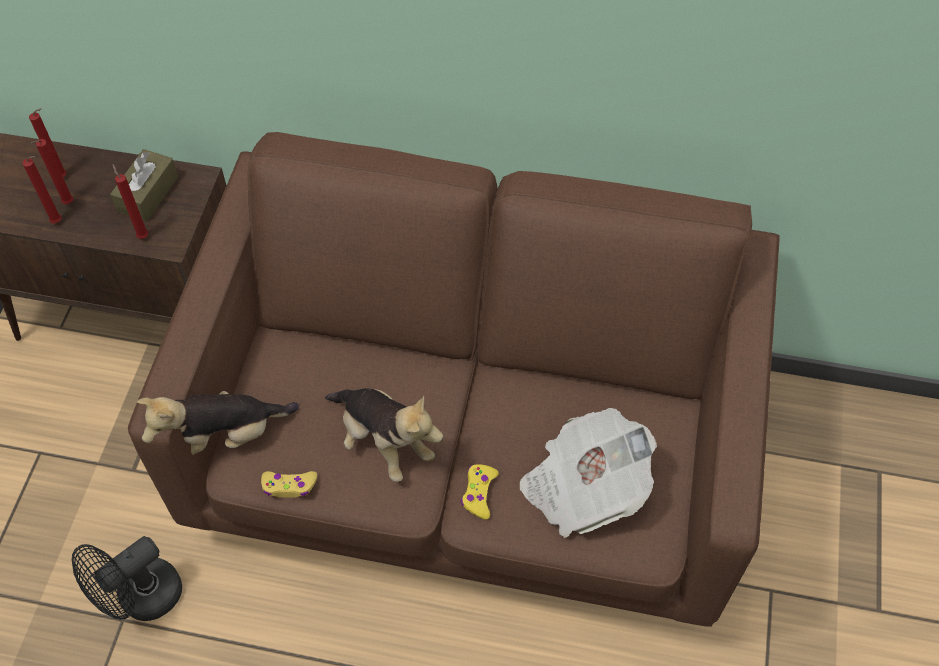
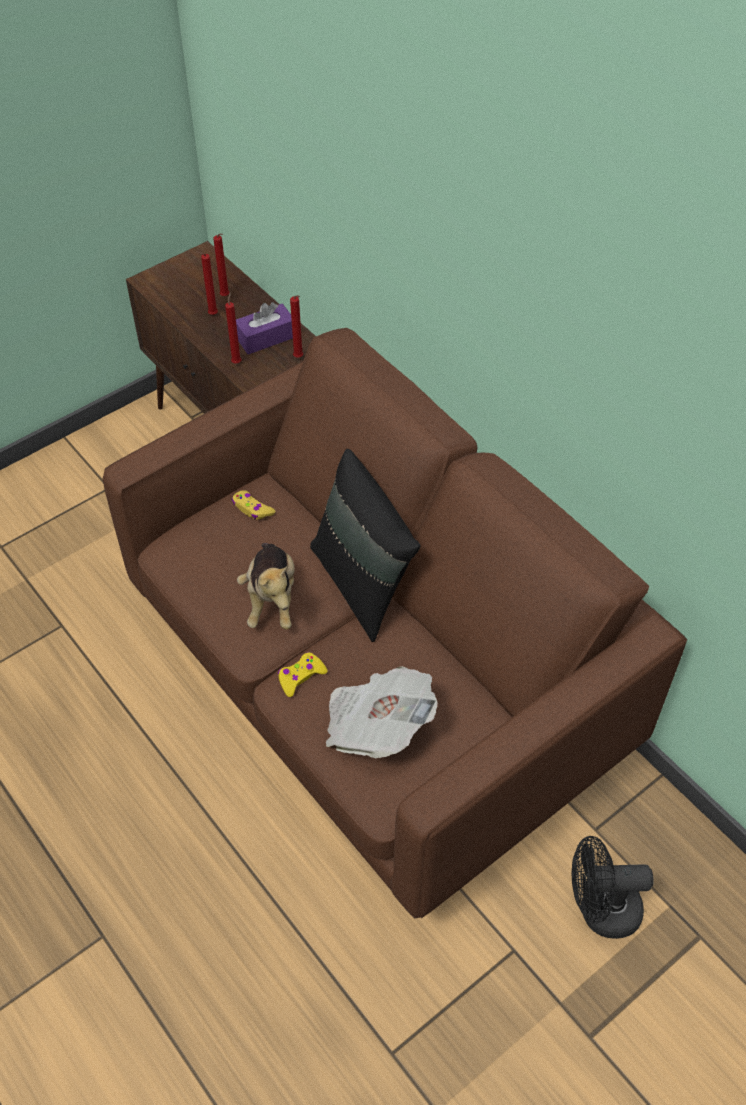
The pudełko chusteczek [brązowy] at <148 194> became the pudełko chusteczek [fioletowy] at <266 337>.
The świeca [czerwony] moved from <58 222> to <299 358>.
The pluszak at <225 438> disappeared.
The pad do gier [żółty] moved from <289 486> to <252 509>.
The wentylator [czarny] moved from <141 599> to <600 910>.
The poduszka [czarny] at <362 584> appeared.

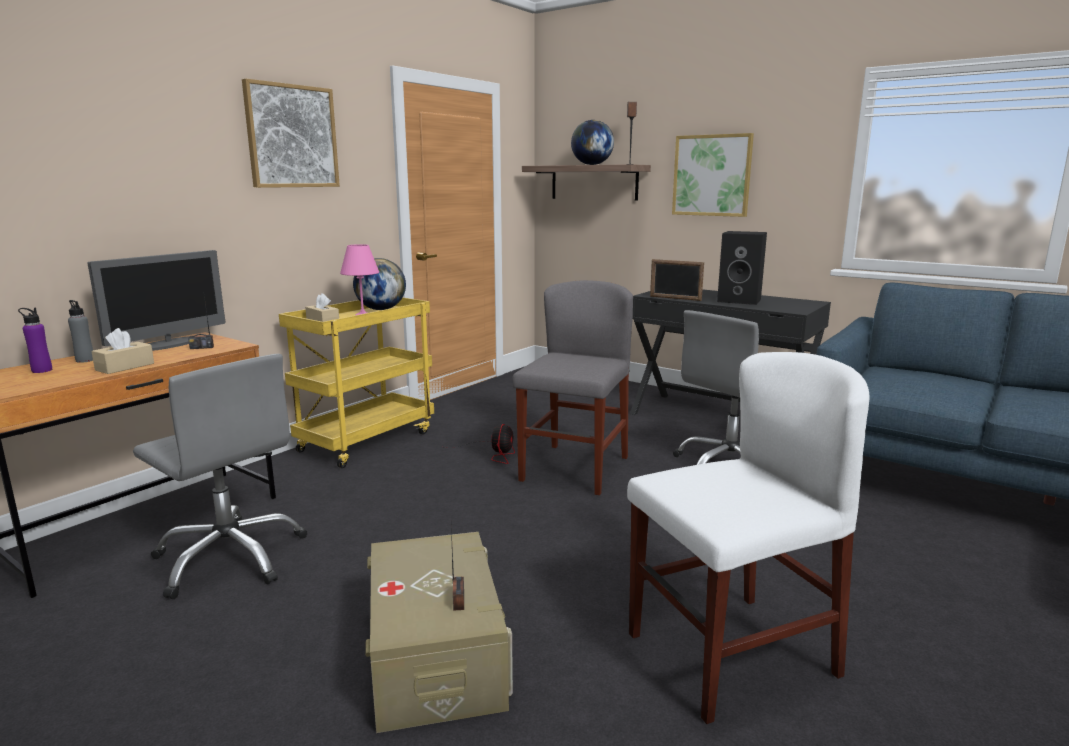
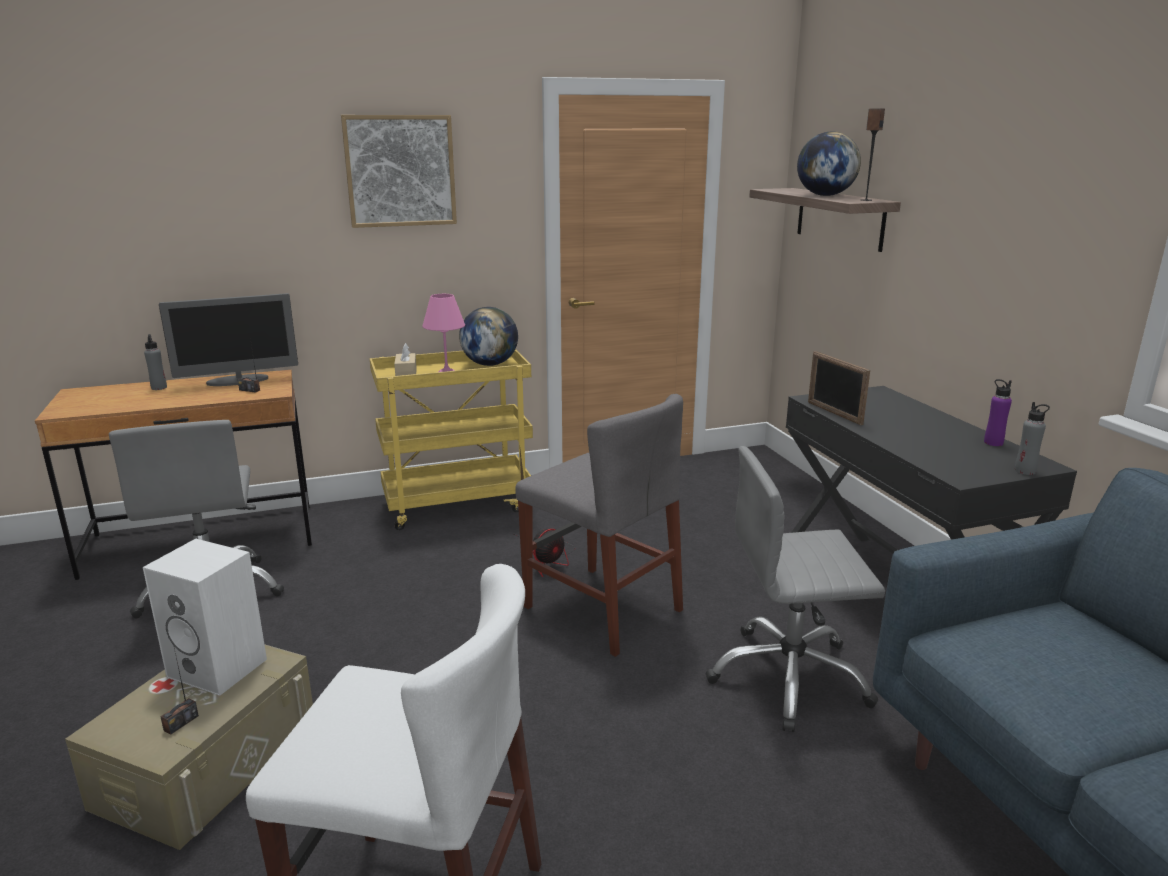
The obraz at <712 175> disappeared.
The głośnik [czarny] at <740 300> disappeared.
The krzesło [szary] at <574 469> turned 75 degrees clockwise.
The butelka [fioletowy] moved from <42 370> to <993 443>.
The pudełko chusteczek [beżowy] at <125 367> disappeared.
The butelka [szary] at <1025 471> appeared.
The głośnik [biały] at <220 667> appeared.

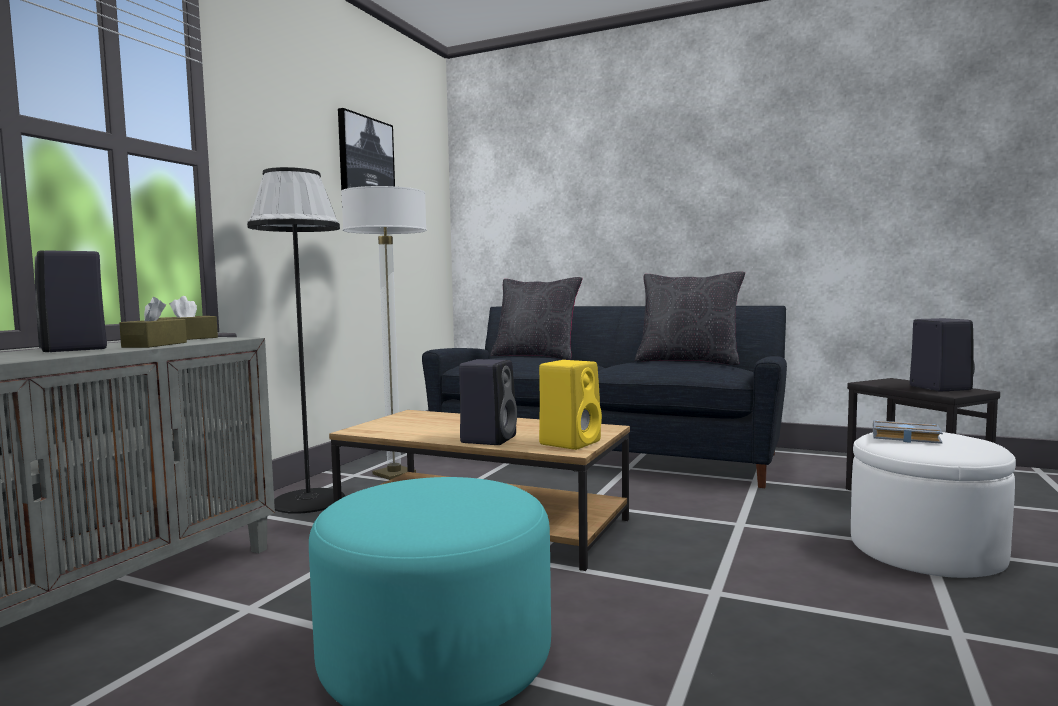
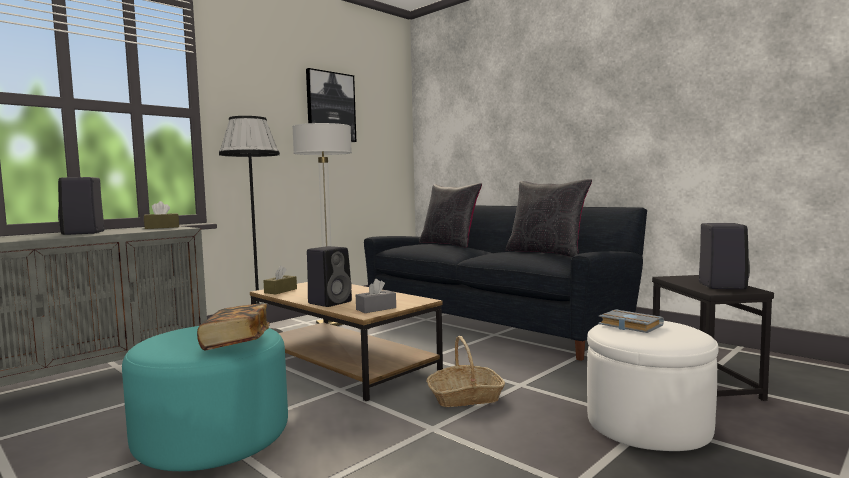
The pudełko chusteczek [brązowy] moved from <155 345> to <280 291>.
The głośnik [żółty] at <570 442> was replaced by the pudełko chusteczek [szary] at <376 309>.
The książka at <236 342> appeared.
The koszyk at <465 397> appeared.

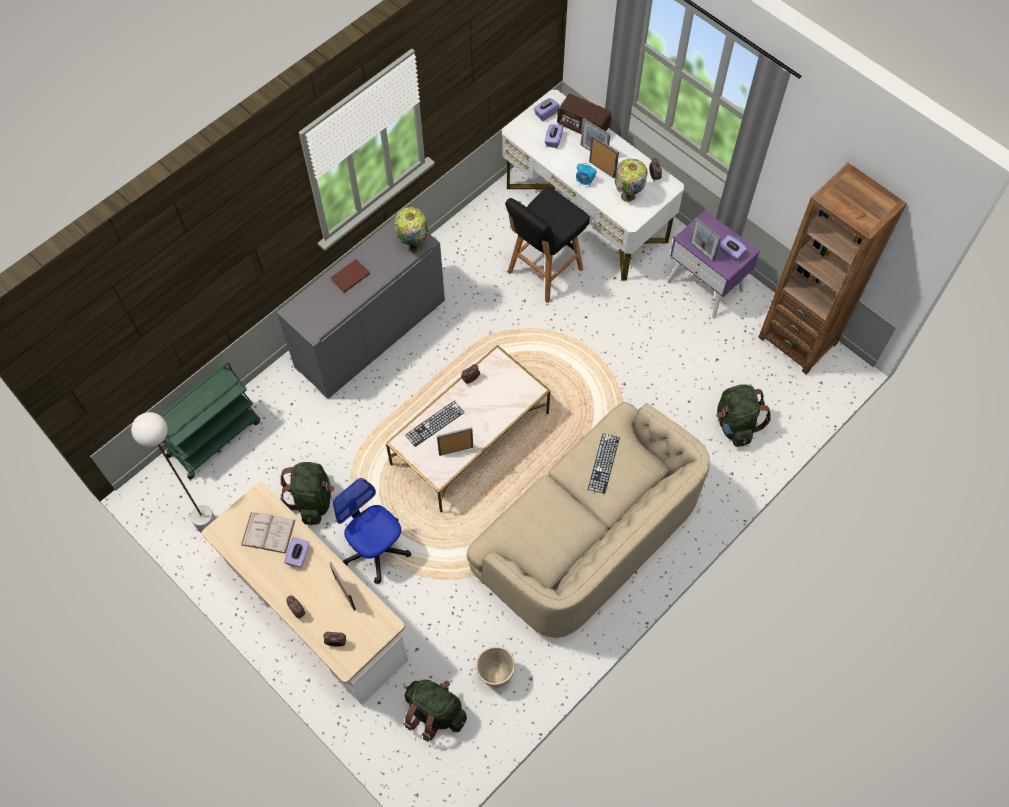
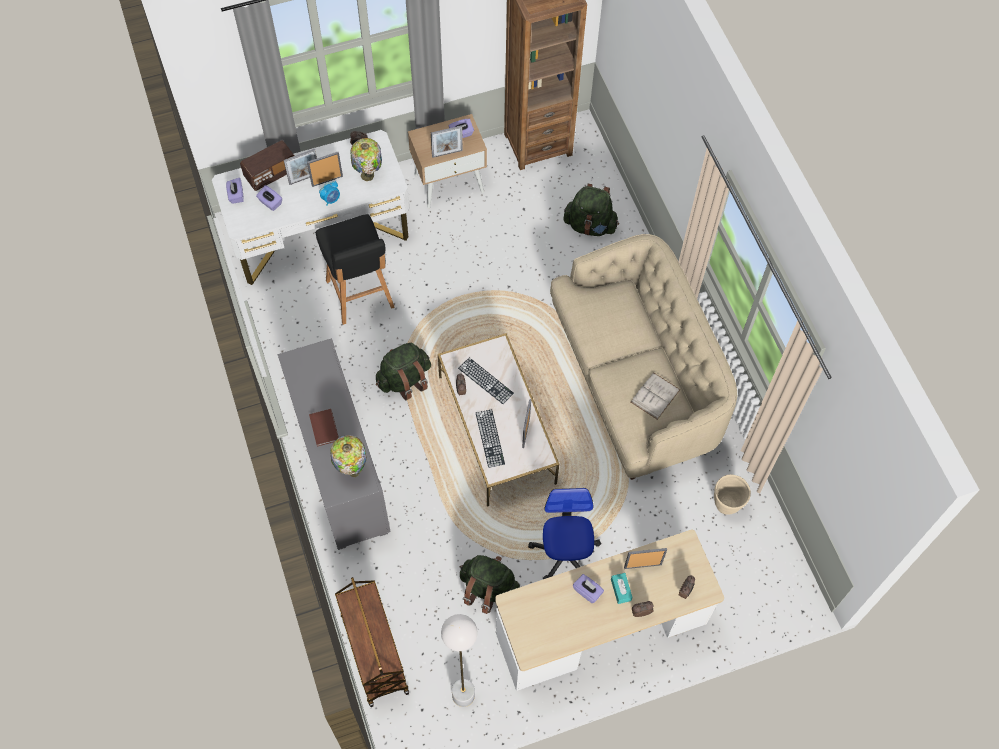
The lampa stołowa moved from <414 246> to <352 469>.
The szafka nocna [fioletowy] at <705 286> became the szafka nocna [beżowy] at <449 182>.
The wózek [zielony] at <214 437> became the wózek [brązowy] at <374 653>.
The klawiatura moved from <603 463> to <486 380>.
The krzesło biurowe at <375 549> turned 105 degrees clockwise.
The książka [biały] moved from <268 532> to <655 396>.
The plecak [zielony] moved from <434 712> to <404 380>.
The pudełko chusteczek [turkusowy] at <621 590> appeared.

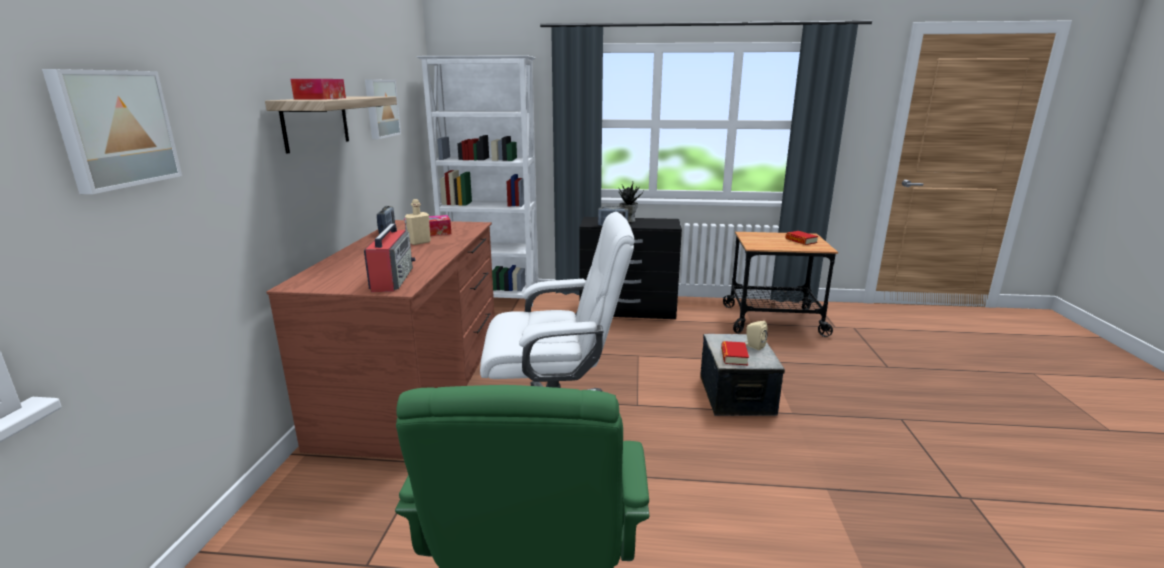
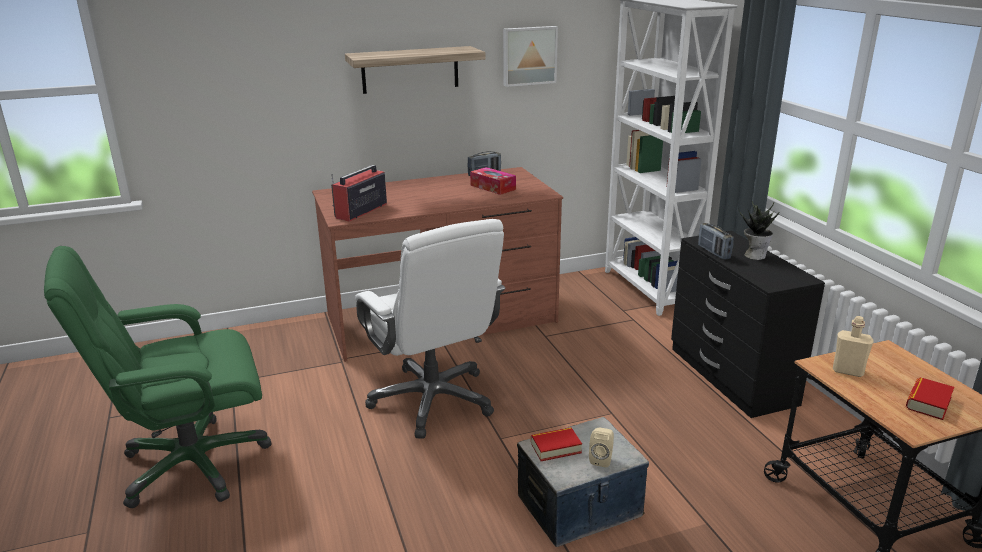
The obraz at <114 129> disappeared.
The pudełko chusteczek at <321 98> disappeared.
The butelka [beżowy] moved from <419 242> to <848 371>.
The radio at <392 279> turned 150 degrees clockwise.

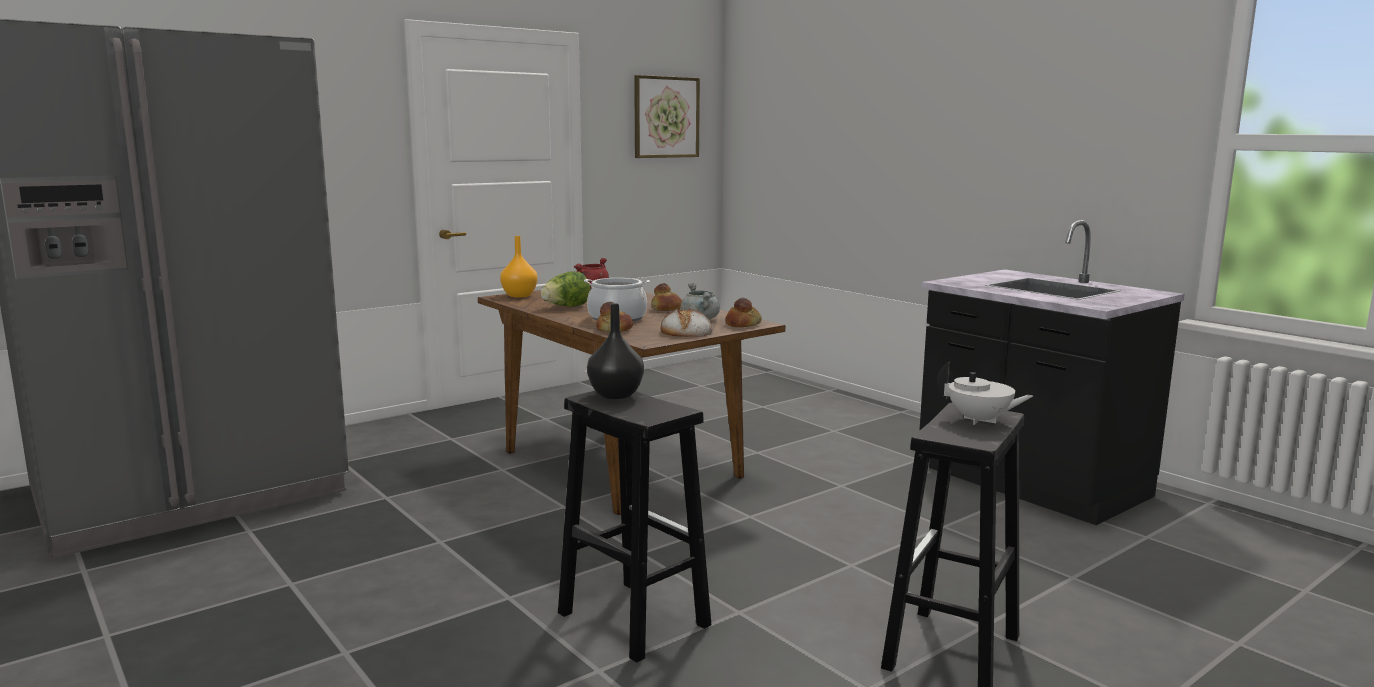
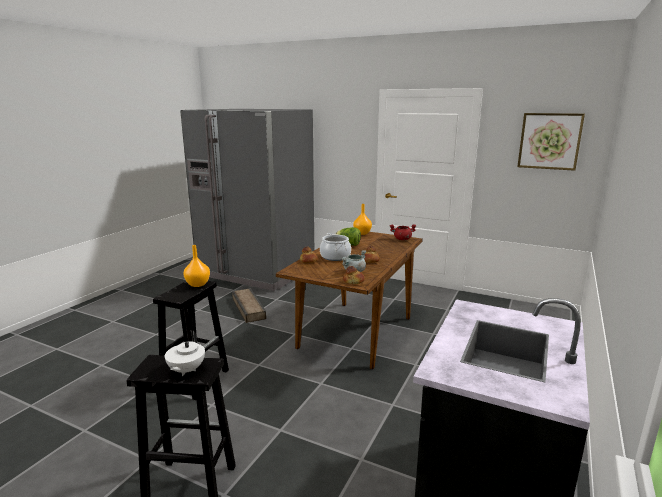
The wazon [czarny] at <617 395> became the wazon [pomarańczowy] at <198 284>.
The chleb at <685 332> disappeared.
The skrzynka at <249 308> appeared.

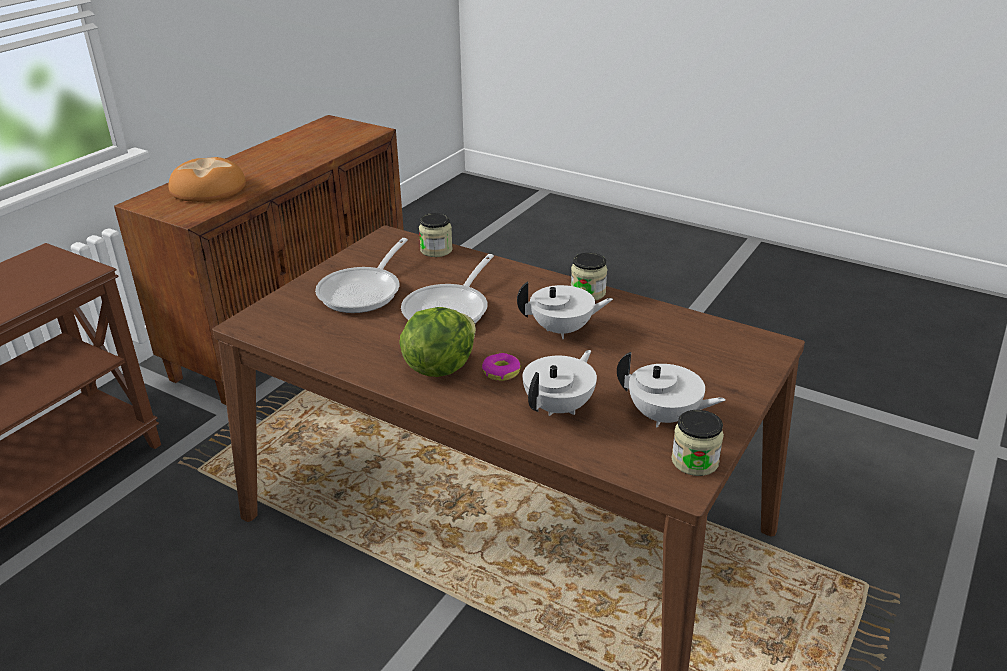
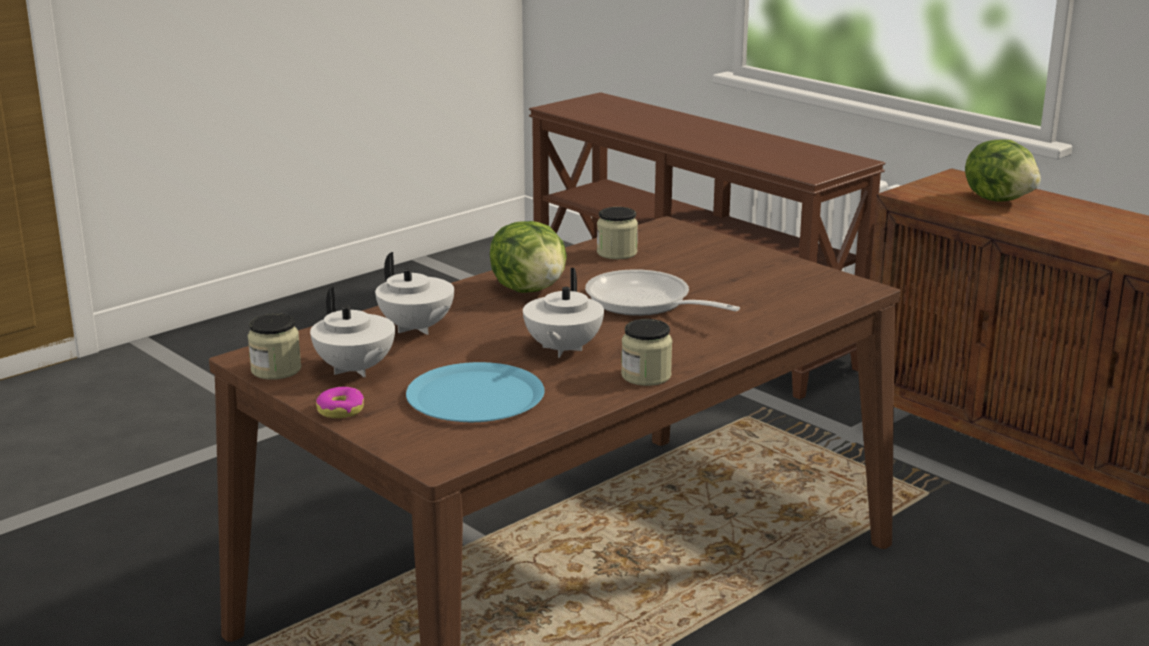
The chleb at <207 188> was replaced by the sałata at <1000 199>.
The słoik moved from <436 250> to <617 253>.
The patelnia at <364 291> disappeared.
The imbryk [biały] at <664 417> turned 75 degrees counterclockwise.
The donut moved from <501 372> to <340 410>.
The talerz [niebieski] at <475 396> appeared.

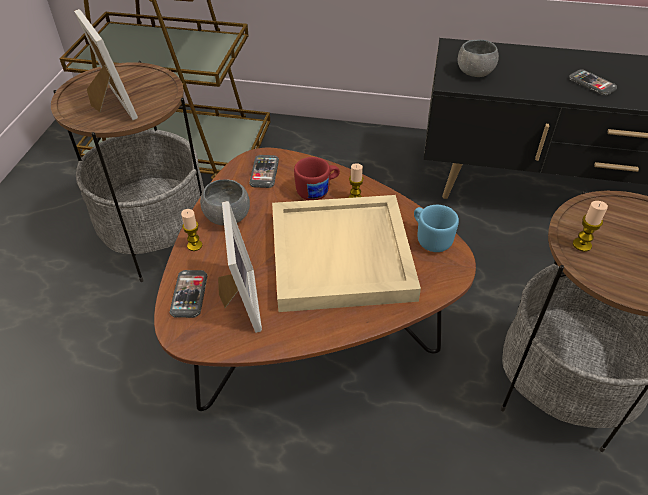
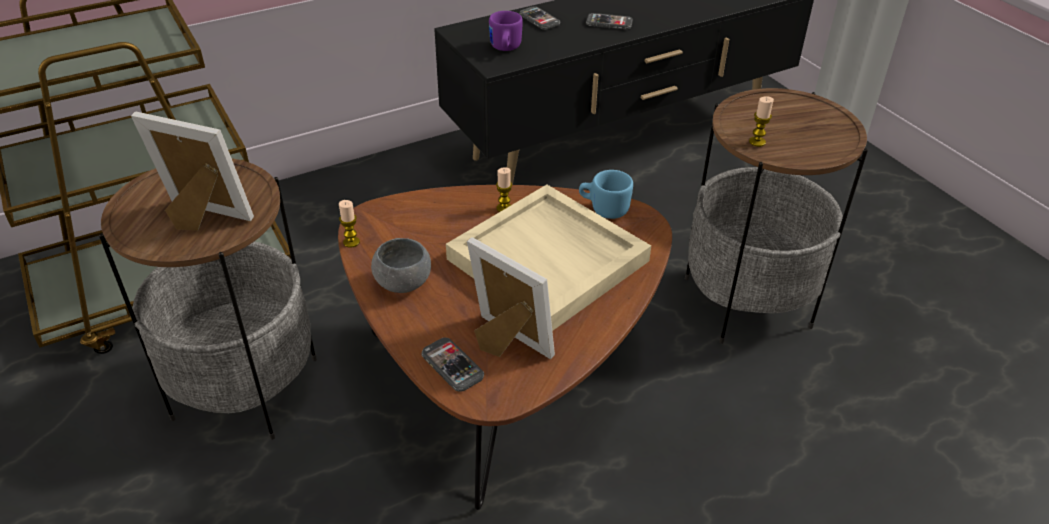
The miska [szary] at <475 73> was replaced by the kubek [fioletowy] at <504 49>.
The telefon moved from <264 172> to <539 20>.
The kubek [czerwony] at <318 191> disappeared.
The świeca moved from <194 245> to <351 242>.

